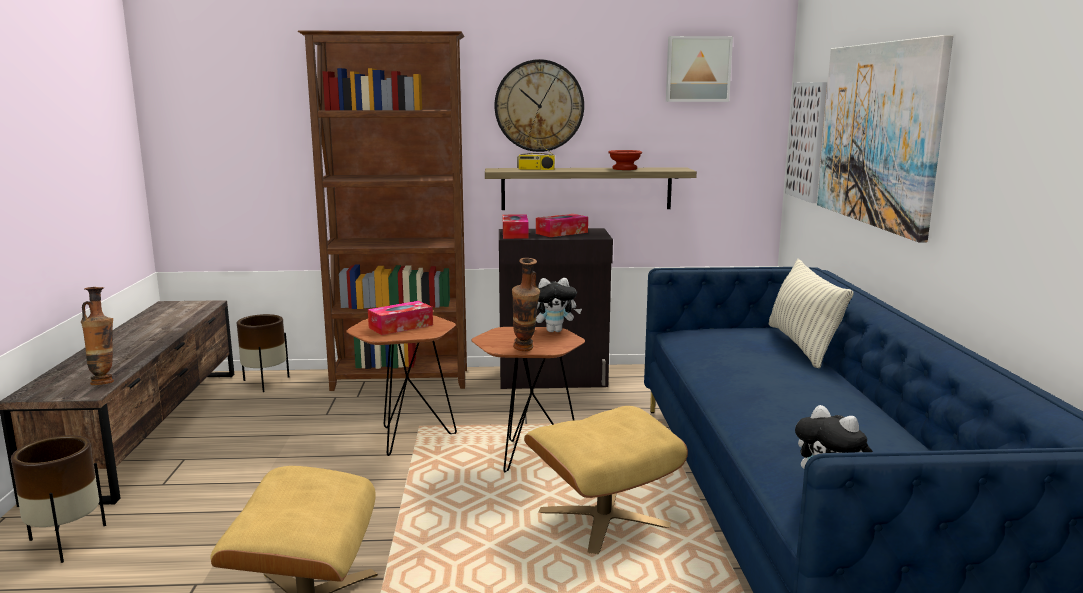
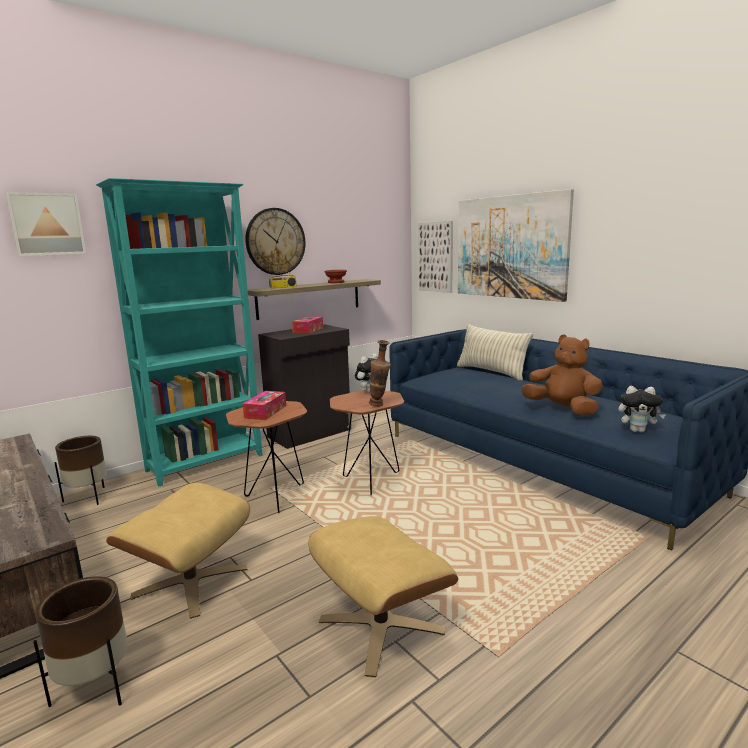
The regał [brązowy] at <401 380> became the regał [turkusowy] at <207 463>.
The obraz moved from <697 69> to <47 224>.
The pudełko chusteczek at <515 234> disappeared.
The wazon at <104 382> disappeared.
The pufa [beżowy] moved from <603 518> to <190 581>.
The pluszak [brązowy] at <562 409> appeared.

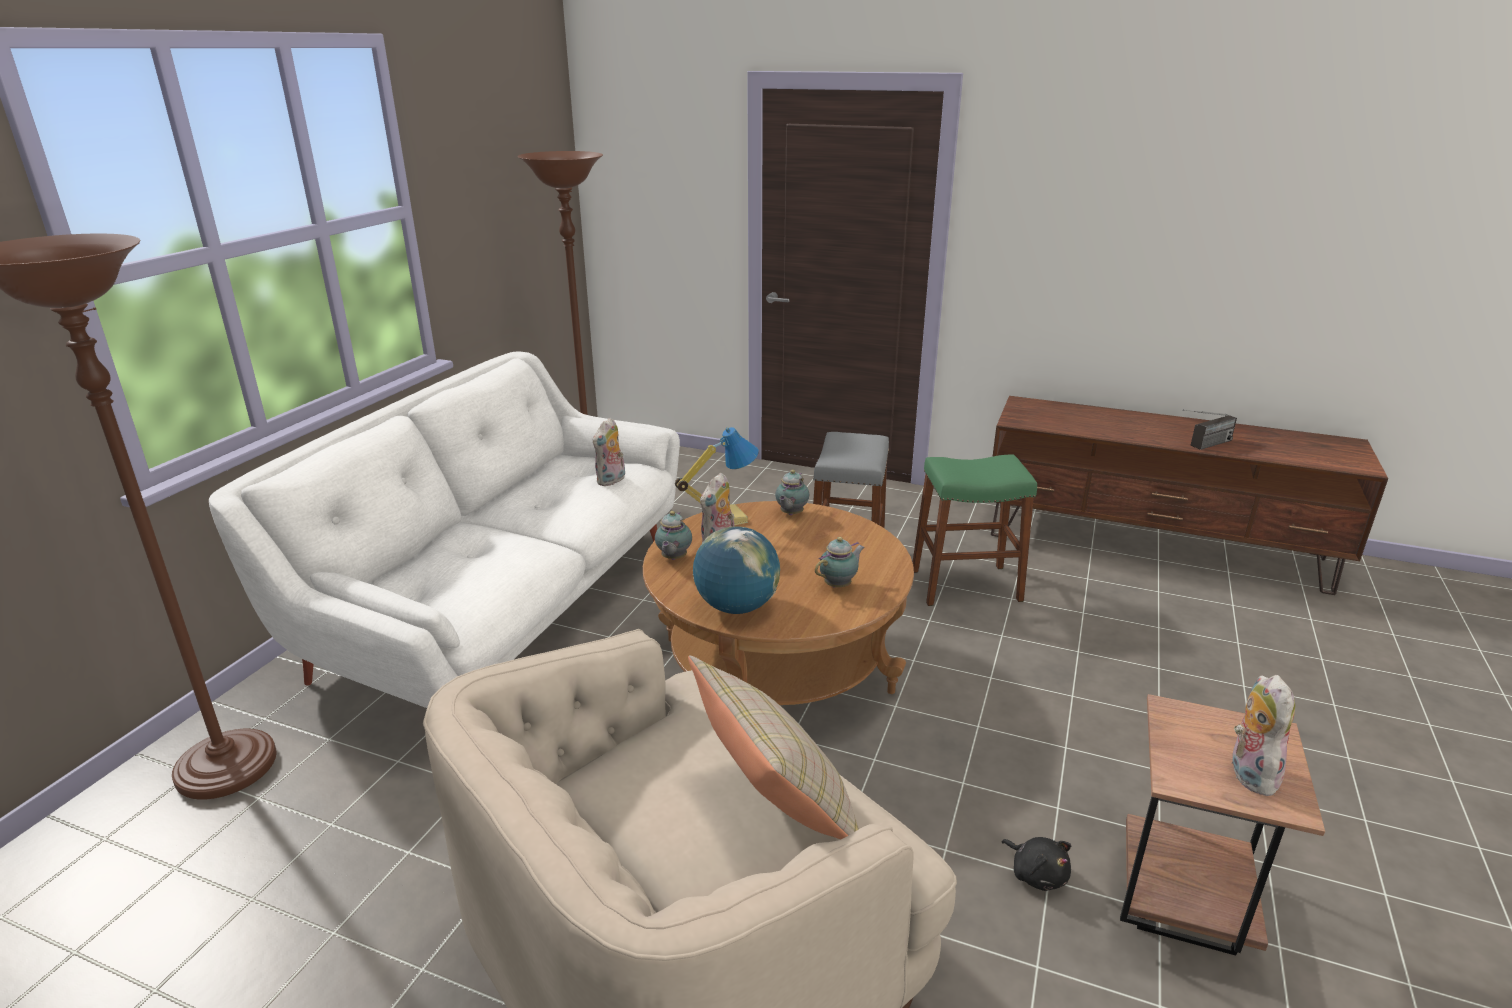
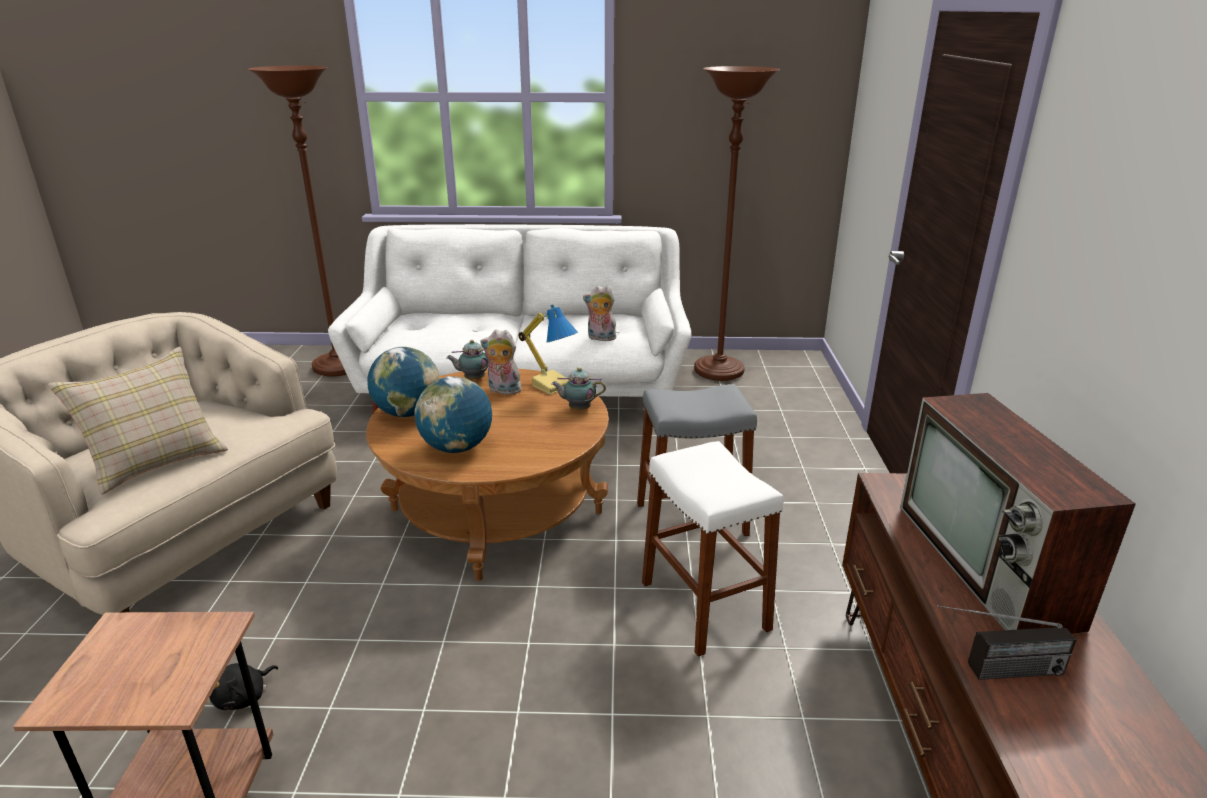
The radio at <1203 446> turned 45 degrees counterclockwise.
The stołek [zielony] at <965 585> became the stołek [biały] at <704 606>.
The imbryk at <839 585> was replaced by the globus at <457 448>.
The pluszak at <1248 772> disappeared.
The telewizor at <987 565> appeared.

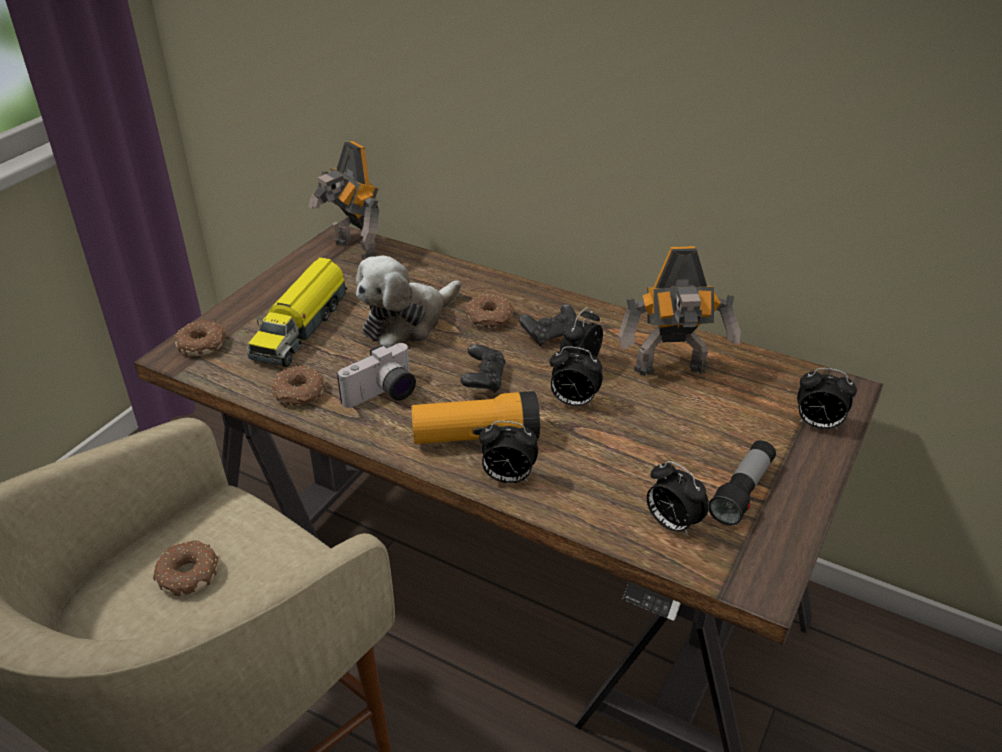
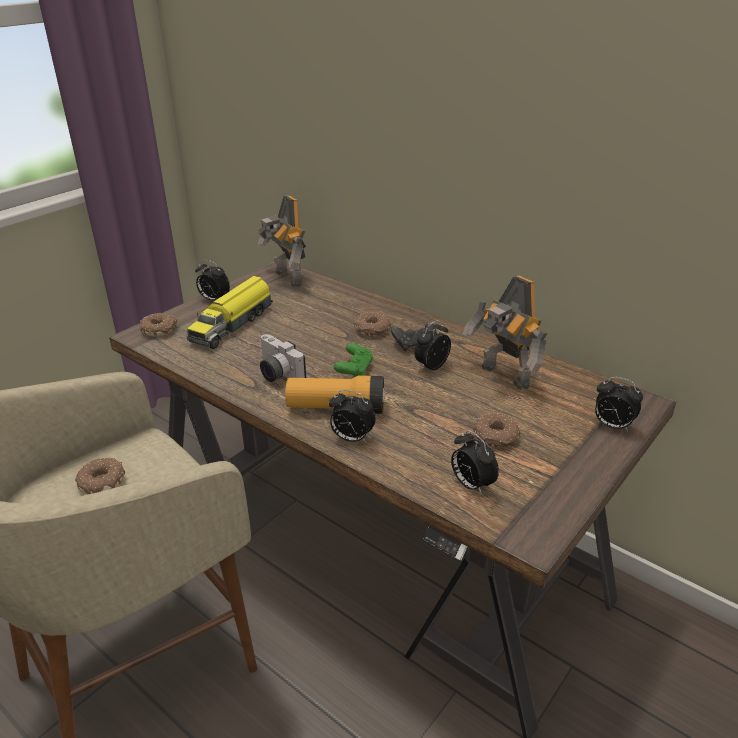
The robot zabawkowy at <672 371> turned 45 degrees clockwise.
The pluszak at <407 322> disappeared.
The aparat fotograficzny at <383 395> turned 75 degrees clockwise.
The pad do gier [czarny] at <484 380> became the pad do gier [zielony] at <354 370>.
The budzik moved from <573 402> to <214 300>.
The donut moved from <299 393> to <496 437>.
The latarka at <742 492> disappeared.

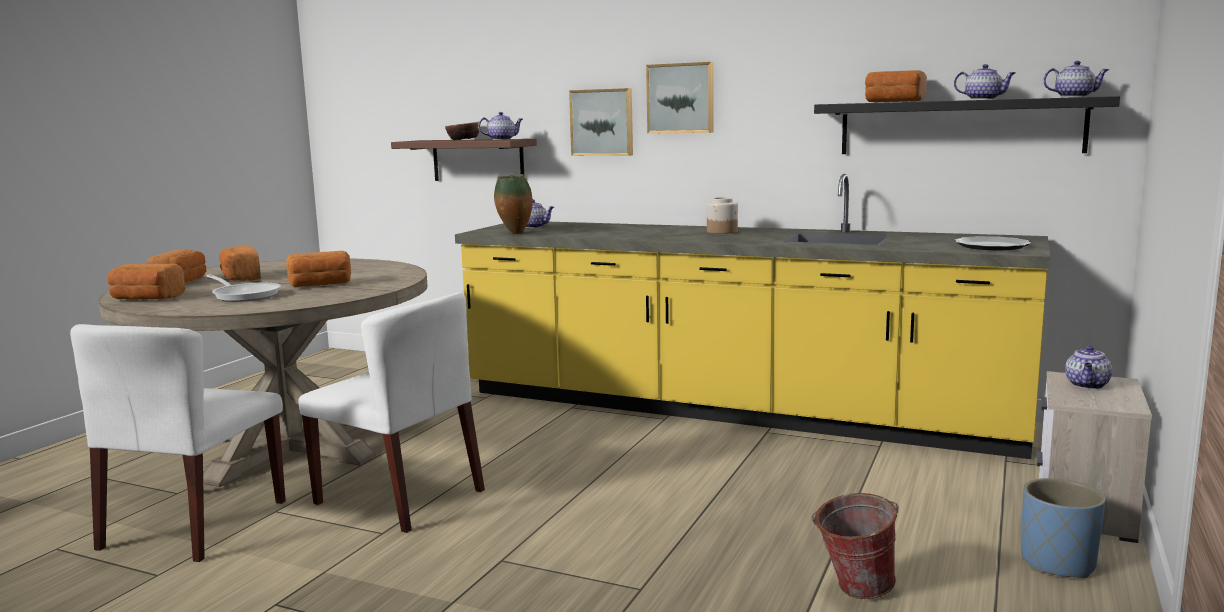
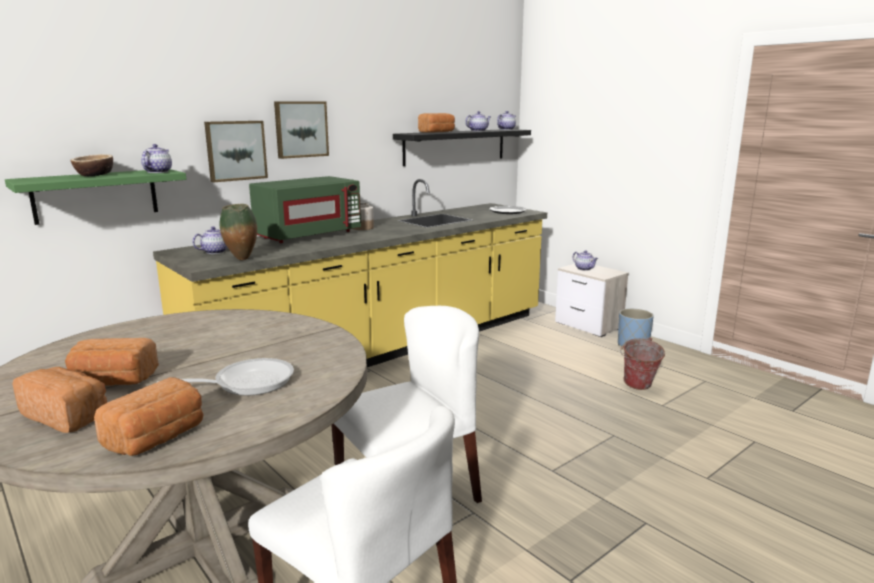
The półka [brązowy] at <478 160> became the półka [zielony] at <96 195>.
The chleb at <321 285> disappeared.
The mikrofalówka [zielony] at <308 235> appeared.

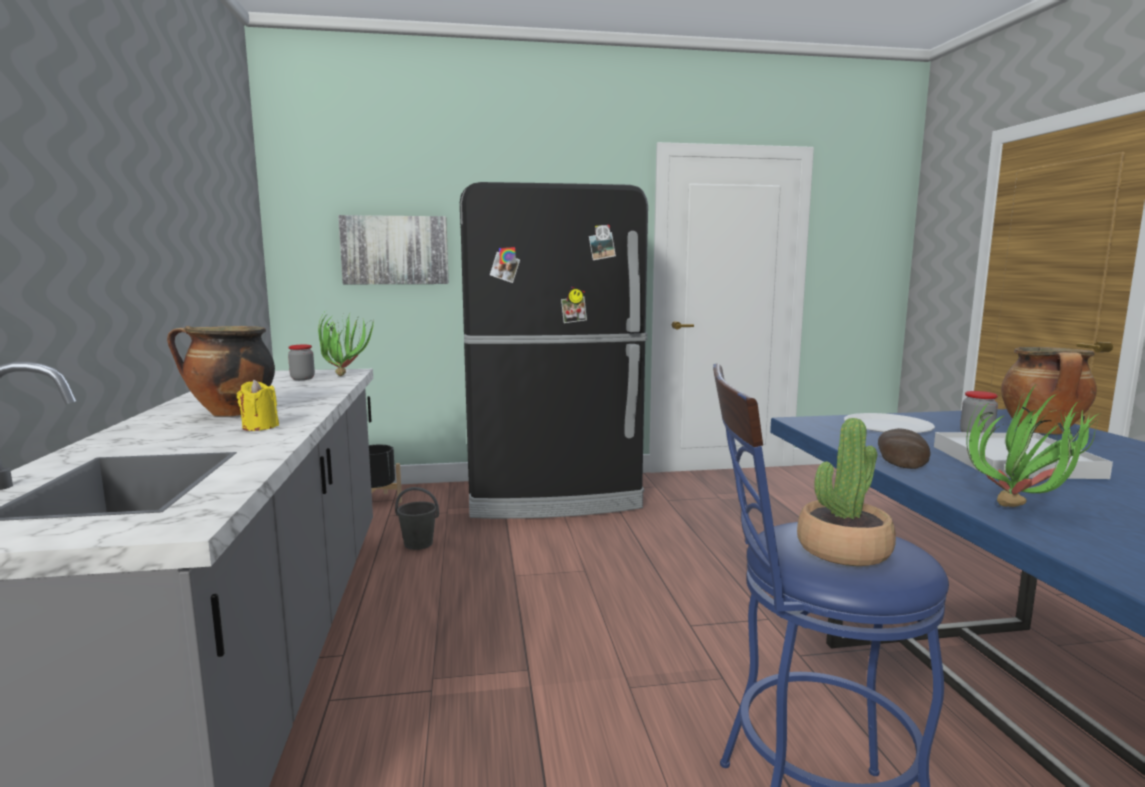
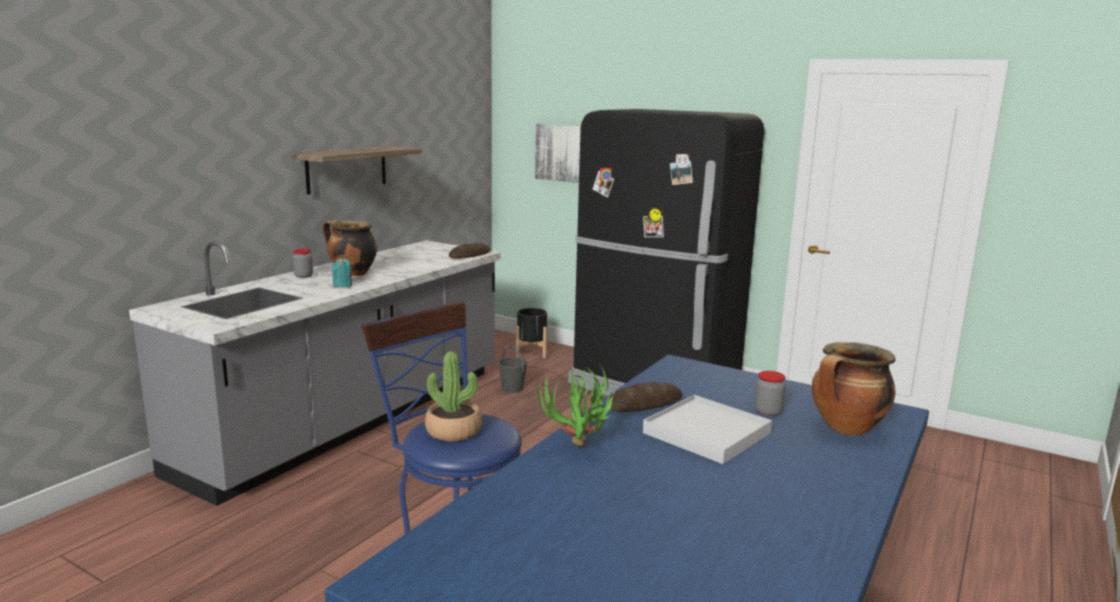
The roślina doniczkowa at <344 374> was replaced by the chleb at <470 255>.
The słoik moved from <302 378> to <303 276>.
The świeca [żółty] at <260 427> became the świeca [turkusowy] at <342 285>.
The talerz [biały] at <887 426> disappeared.
The półka at <347 169> appeared.

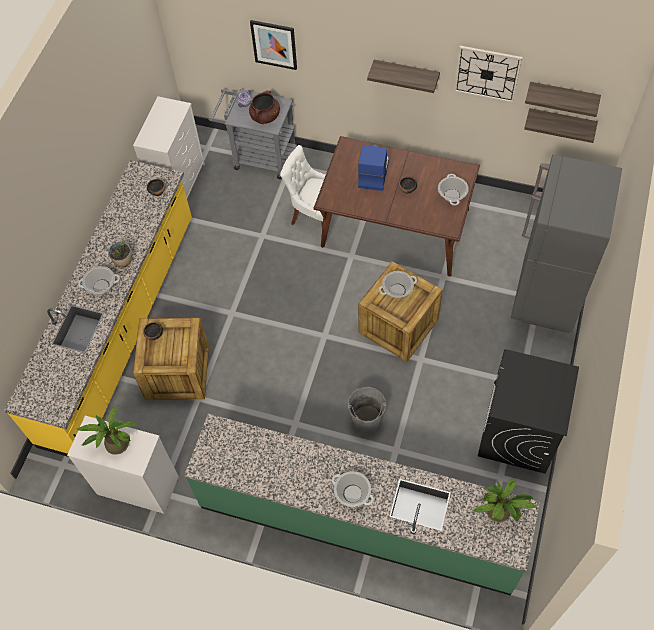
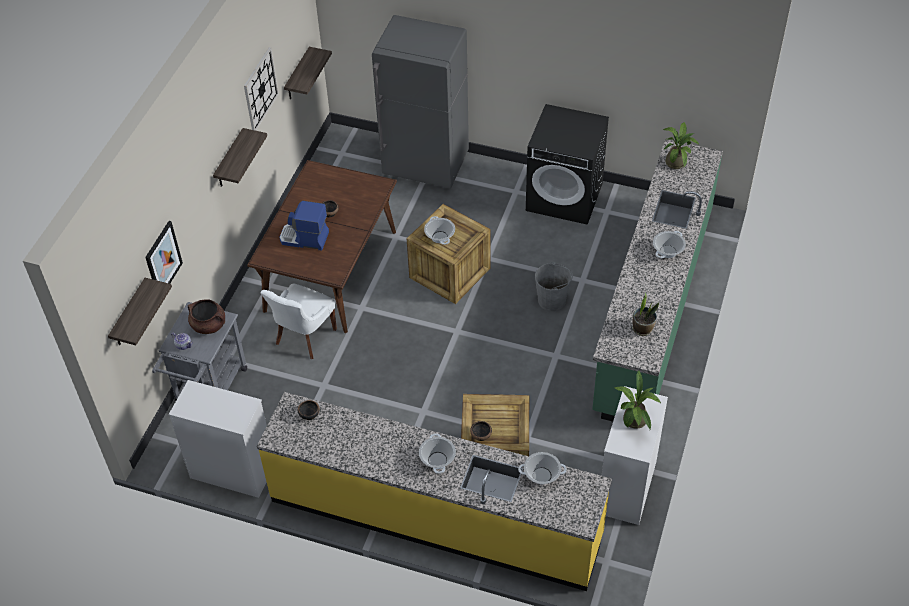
The półka moved from <563 96> to <129 314>.
The garnek moved from <452 195> to <542 475>.
The roślina doniczkowa moved from <123 261> to <642 329>.

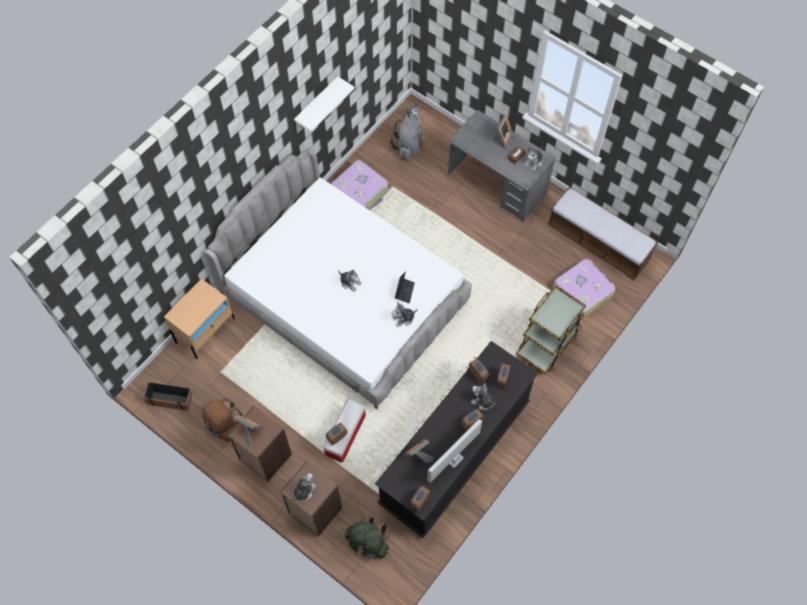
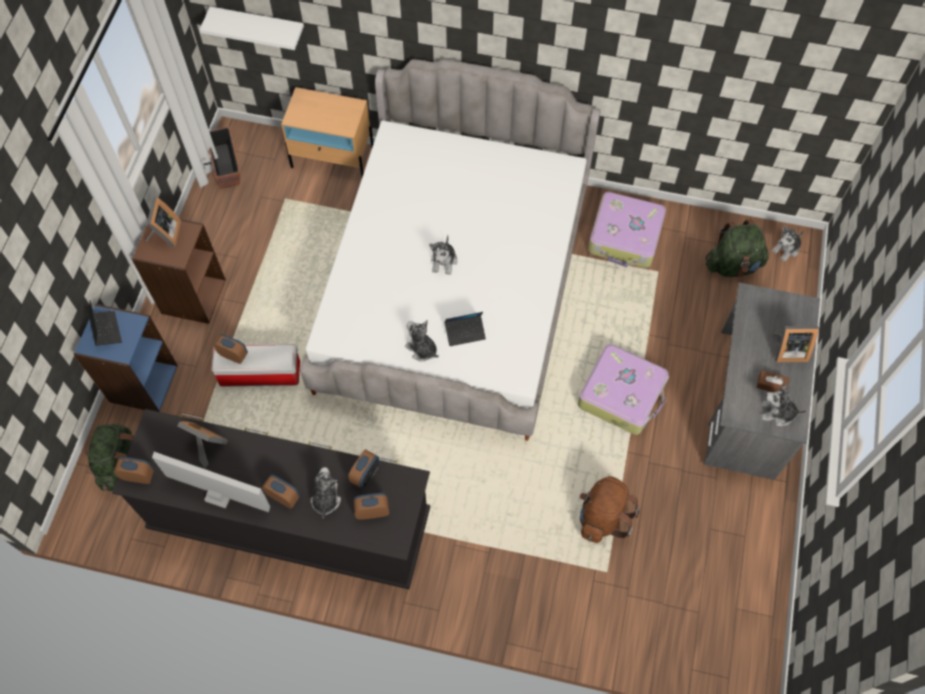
The półka [biały] moved from <316 104> to <259 26>.
The plecak [szary] at <409 147> became the plecak [zielony] at <733 265>.
The ławka at <598 243> disappeared.
The walizka moved from <582 291> to <622 394>.
The wózek [brązowy] at <547 344> disappeared.
The plecak [brązowy] moved from <223 425> to <602 516>.
The regał [brązowy] at <315 511> became the regał [niebieski] at <143 383>.
The pluszak at <304 490> was replaced by the laptop at <106 330>.

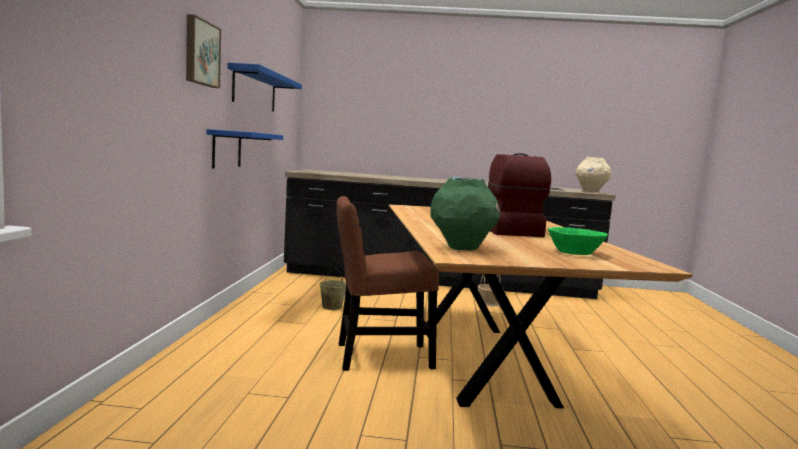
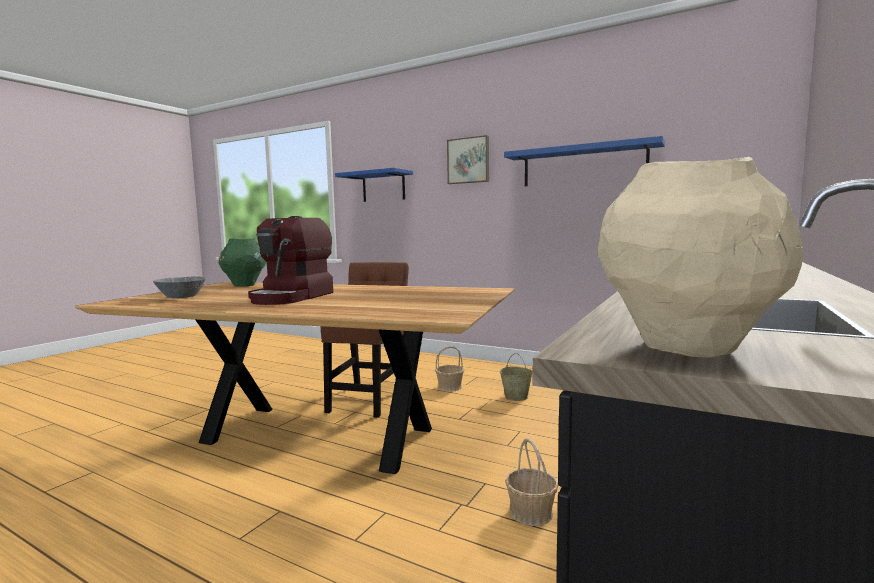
The półka [niebieski] moved from <226 149> to <383 187>.
The ekspres do kawy at <508 230> turned 90 degrees clockwise.
The miska [zielony] at <575 253> became the miska [szary] at <181 297>.
The koszyk at <450 387> appeared.

